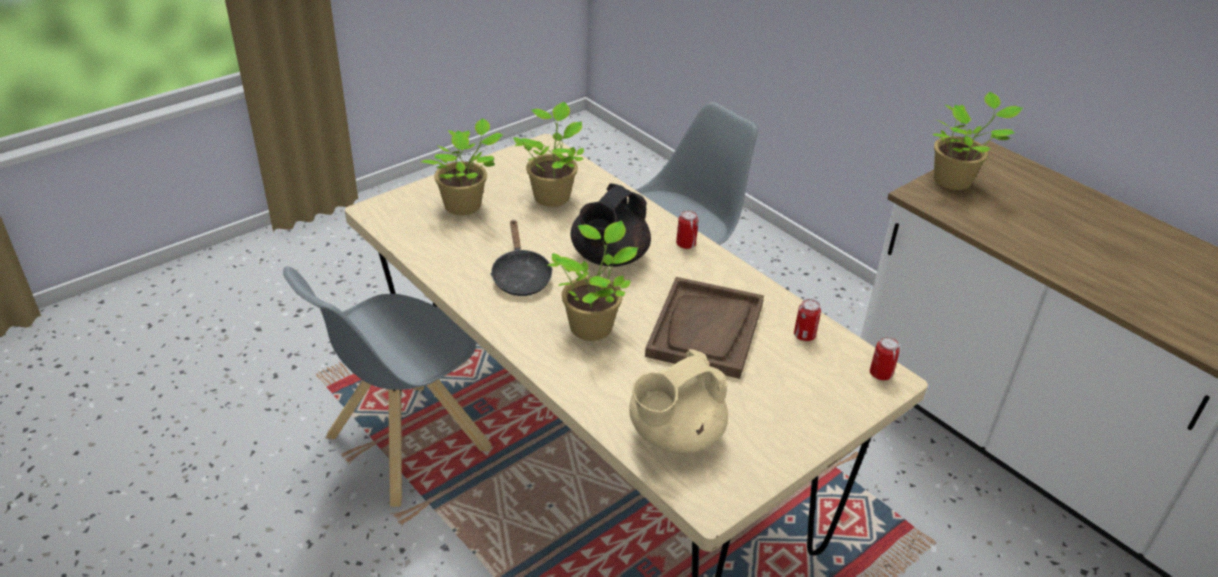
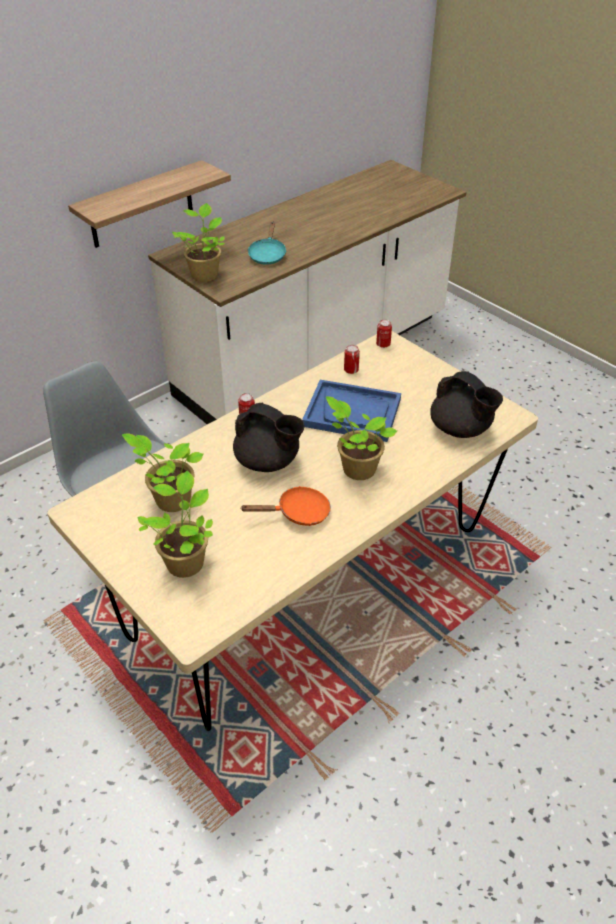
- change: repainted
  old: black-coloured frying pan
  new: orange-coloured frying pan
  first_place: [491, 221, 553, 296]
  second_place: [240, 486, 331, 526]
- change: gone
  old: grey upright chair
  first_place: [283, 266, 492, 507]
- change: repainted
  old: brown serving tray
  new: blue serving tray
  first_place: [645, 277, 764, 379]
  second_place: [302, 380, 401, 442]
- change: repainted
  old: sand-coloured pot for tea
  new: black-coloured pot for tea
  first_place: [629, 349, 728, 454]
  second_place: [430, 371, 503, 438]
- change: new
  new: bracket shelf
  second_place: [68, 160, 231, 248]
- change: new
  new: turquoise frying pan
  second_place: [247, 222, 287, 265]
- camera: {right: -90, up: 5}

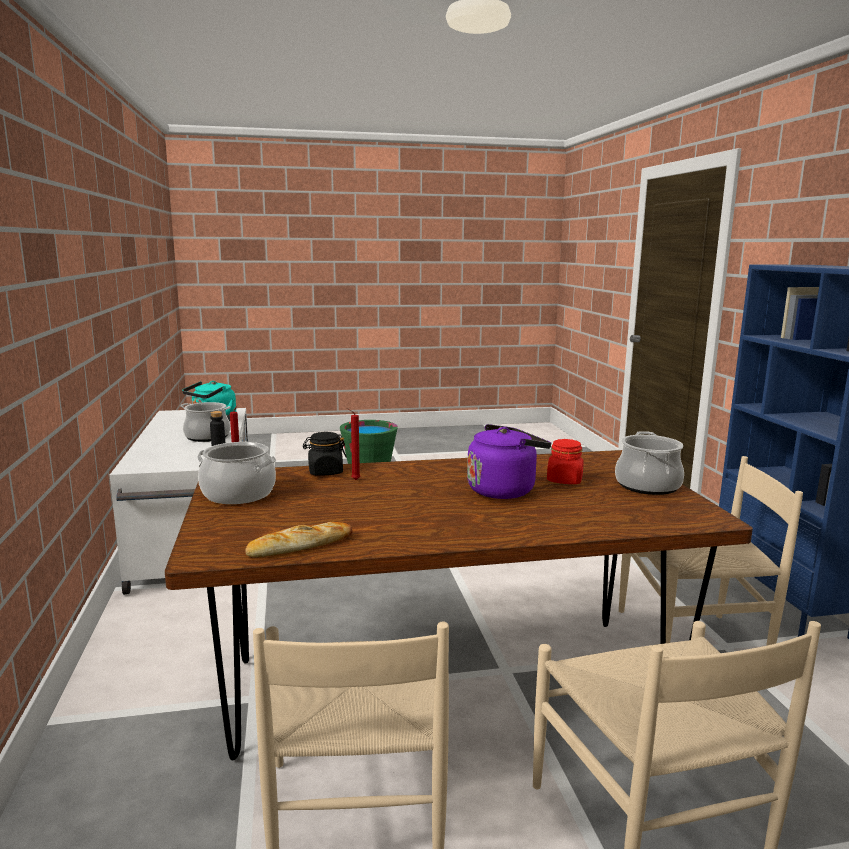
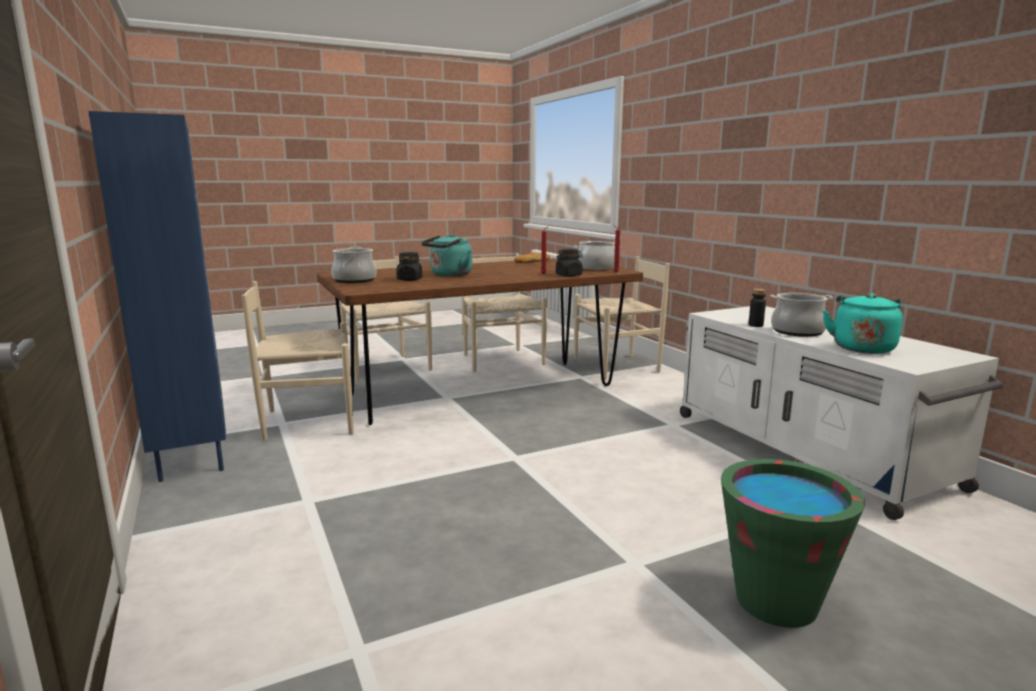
- change: repainted
  old: purple-coloured kettle
  new: turquoise kettle
  first_place: [467, 424, 551, 499]
  second_place: [421, 234, 472, 277]
- change: repainted
  old: red-coloured jar
  new: black-coloured jar
  first_place: [547, 439, 584, 484]
  second_place: [397, 252, 422, 281]
- change: new
  new: sand-coloured upright chair
  second_place: [574, 256, 669, 380]
- camera: {right: 165, up: 0}

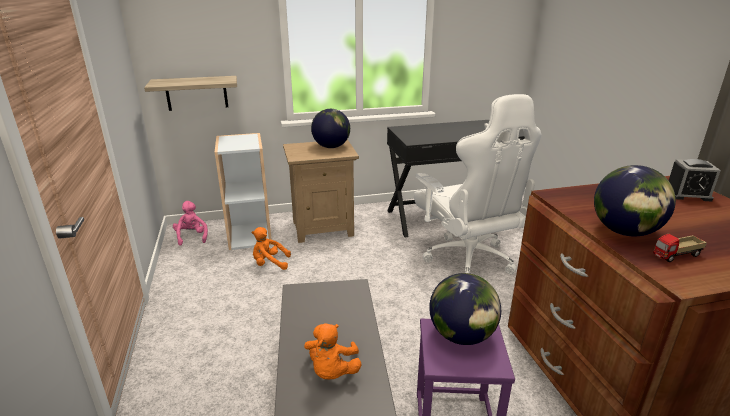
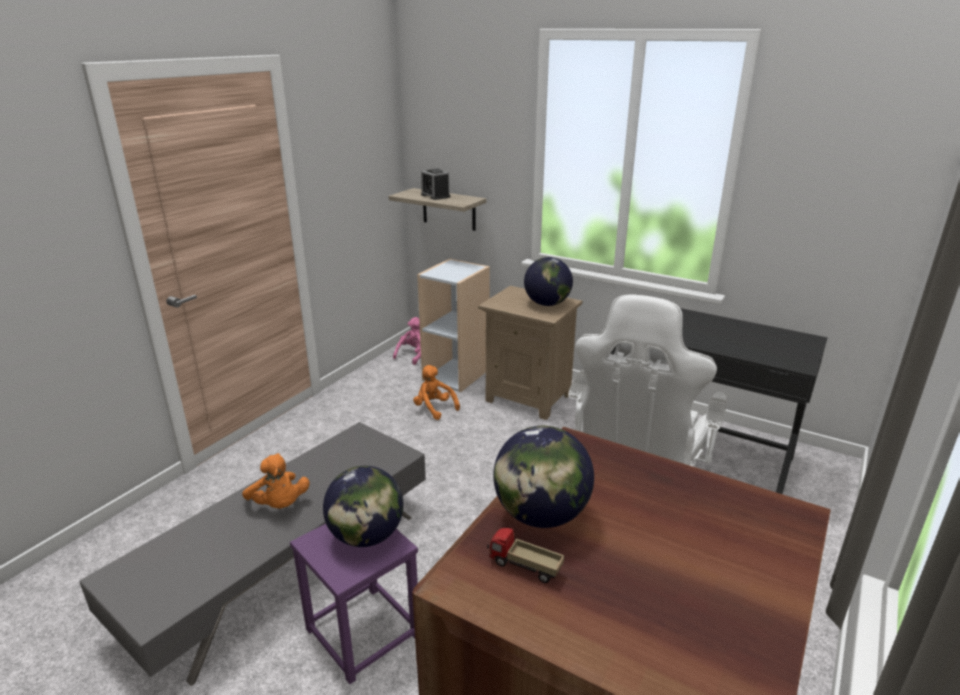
- change: shifted
  old: bedside clock
  first_place: [669, 159, 721, 202]
  second_place: [421, 168, 450, 200]
- change: rotated
  old: orange-coloured cuddly toy
  first_place: [304, 323, 362, 380]
  second_place: [242, 453, 310, 508]
  degrees: -90
- camera: {right: 45, up: 0}

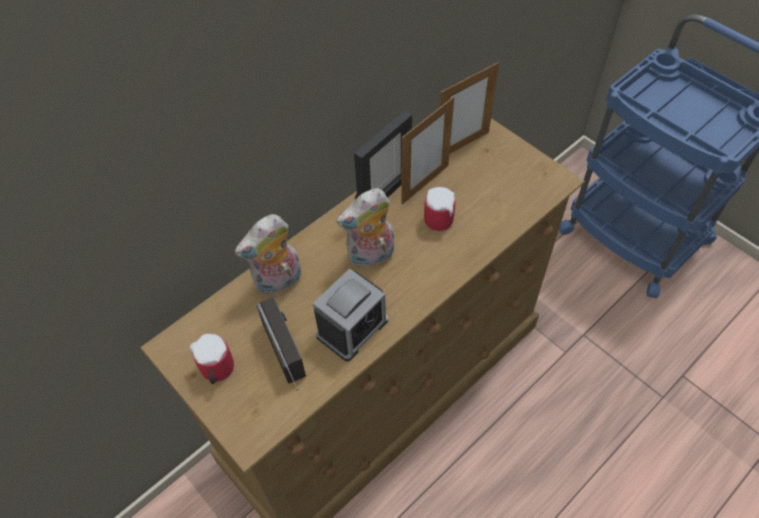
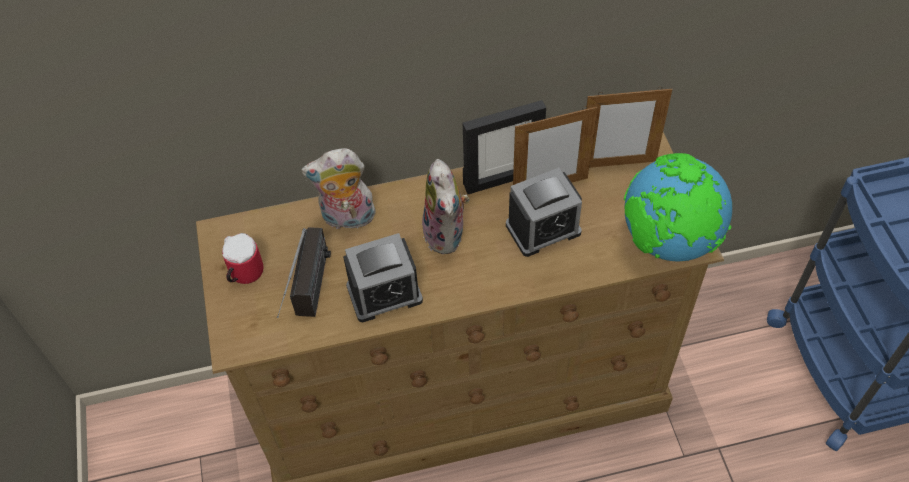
- change: swapped
  old: mug
  new: bedside clock
  first_place: [424, 187, 456, 231]
  second_place: [506, 168, 582, 257]
- change: rotated
  old: cuddly toy
  first_place: [336, 188, 394, 268]
  second_place: [422, 159, 469, 254]
  degrees: -105
- change: new
  new: world globe
  second_place: [624, 153, 732, 262]
- camera: {right: 30, up: 0}

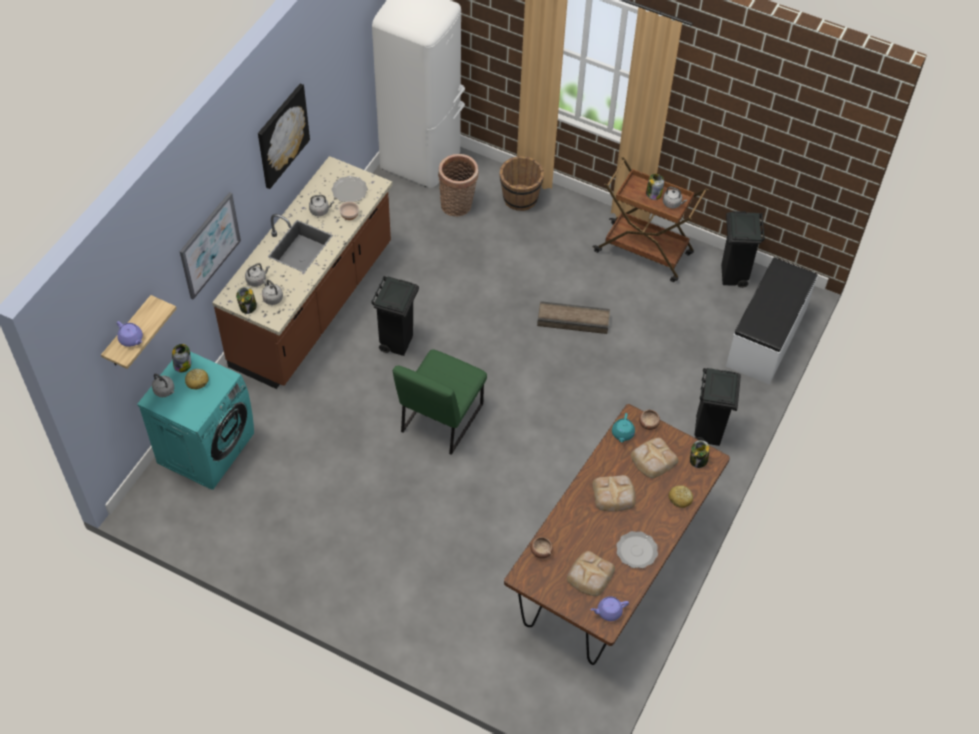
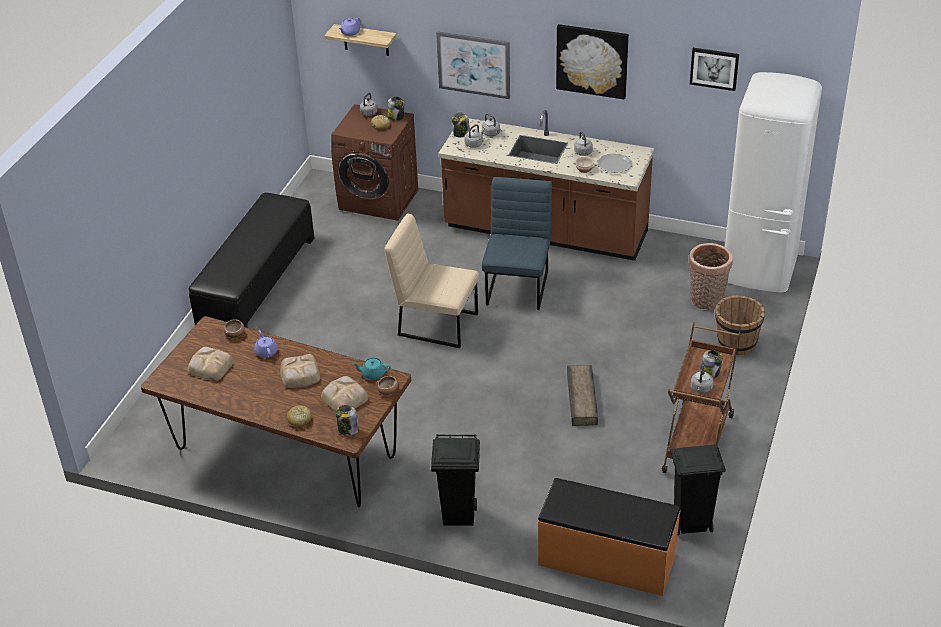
- change: repainted
  old: white-coloured bench
  new: orange-coloured bench
  first_place: [726, 257, 818, 385]
  second_place: [538, 478, 681, 596]
- change: swapped
  old: black-coloured waste bin
  new: blue upright chair
  first_place: [371, 276, 419, 356]
  second_place: [482, 177, 552, 310]
- change: repainted
  old: green upright chair
  new: sand-coloured upright chair
  first_place: [393, 349, 487, 455]
  second_place: [384, 213, 479, 348]
- change: repainted
  old: turquoise laundry machine
  new: brown laundry machine
  first_place: [137, 351, 254, 490]
  second_place: [331, 104, 418, 221]
- change: gone
  old: flat dish
  first_place: [616, 531, 658, 568]
- change: shifted
  old: purple-coloured pot for tea
  first_place: [590, 596, 629, 621]
  second_place: [254, 330, 278, 358]
- change: new
  new: wall art
  second_place: [690, 48, 739, 91]
- change: new
  new: black-coloured bench
  second_place: [189, 193, 314, 328]
- camera: {right: 85, up: -15}

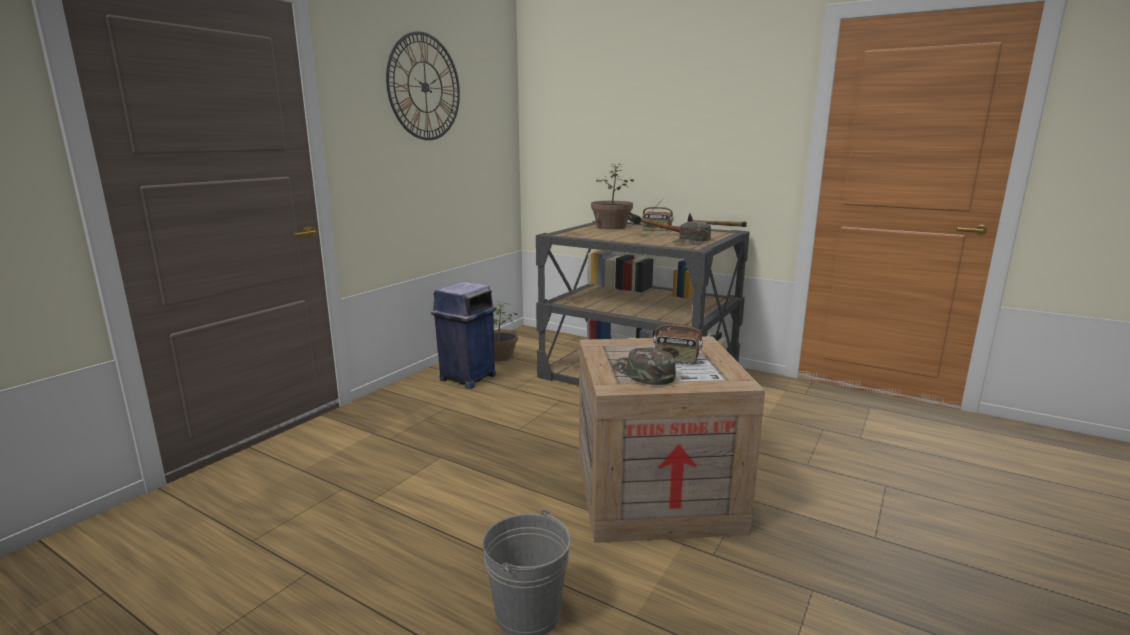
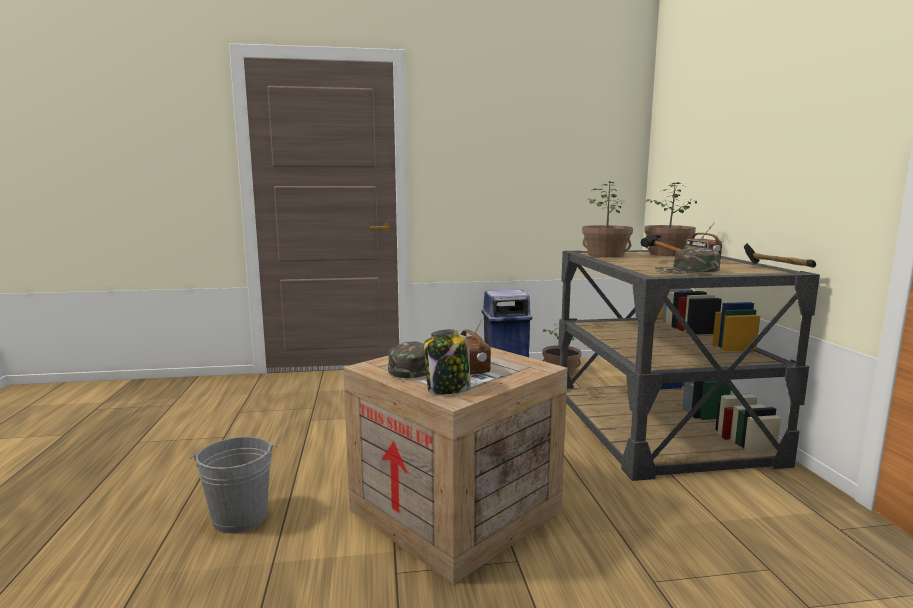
- change: gone
  old: clock on the wall
  first_place: [386, 31, 460, 140]
- change: new
  new: potted plant
  second_place: [582, 181, 633, 257]
- change: new
  new: jar
  second_place: [424, 329, 471, 395]
- camera: {right: 50, up: -5}

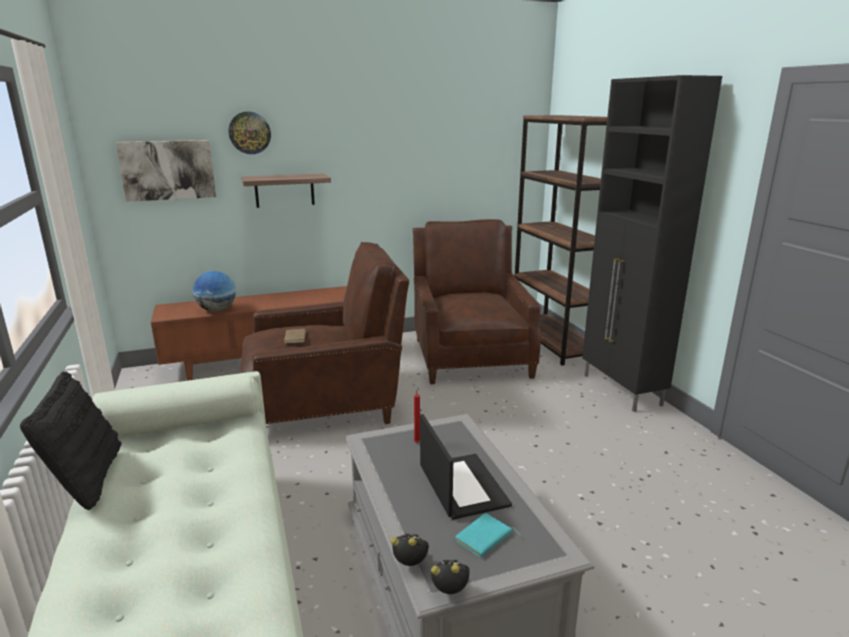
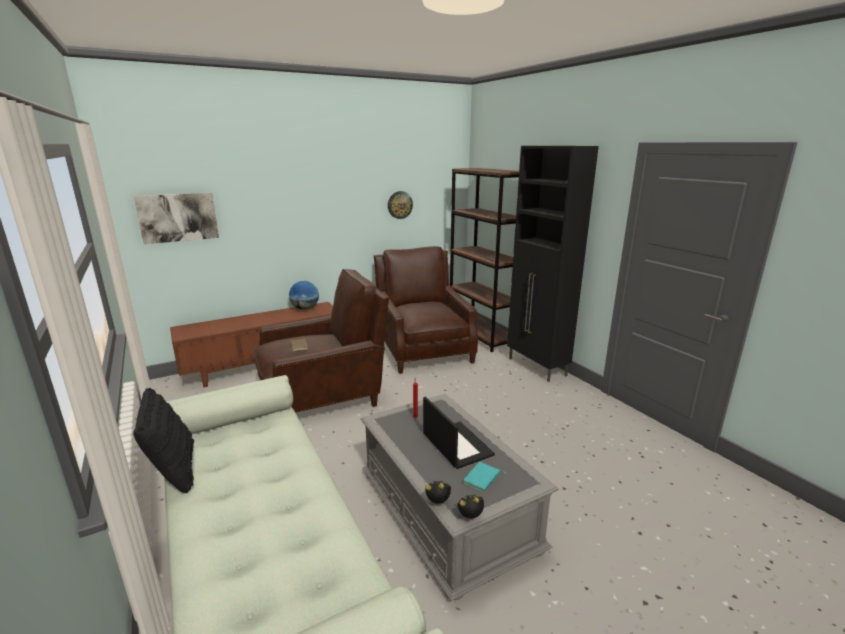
- change: shifted
  old: clock on the wall
  first_place: [229, 112, 271, 154]
  second_place: [388, 191, 413, 219]
- change: gone
  old: bracket shelf
  first_place: [241, 173, 331, 208]
- change: shifted
  old: world globe
  first_place: [193, 271, 236, 311]
  second_place: [289, 281, 319, 310]
- camera: {right: -10, up: 0}

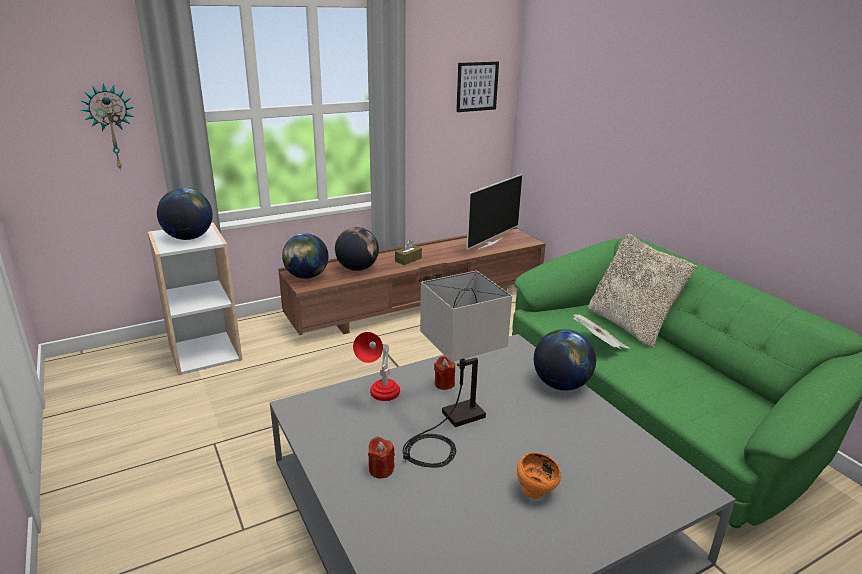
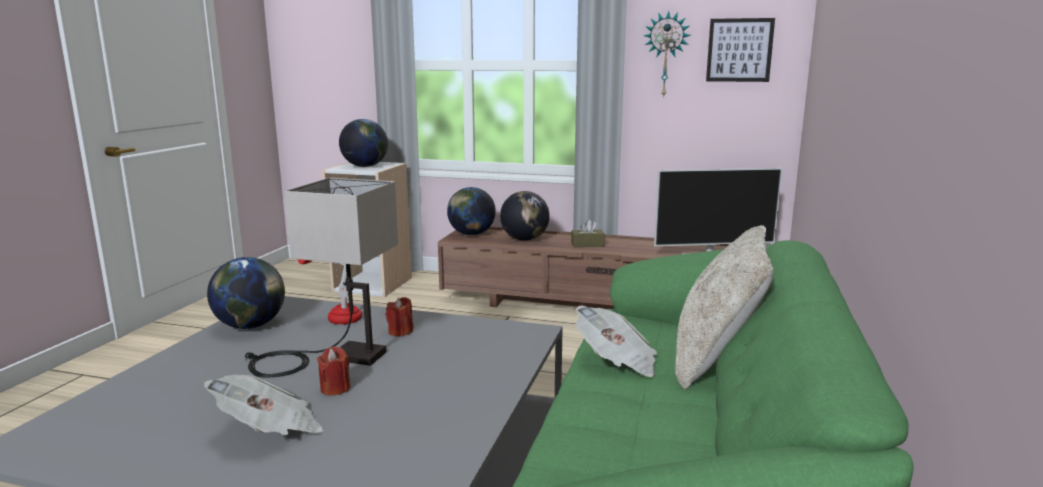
- change: shifted
  old: clock on the wall
  first_place: [80, 84, 134, 171]
  second_place: [644, 11, 691, 98]
- change: shifted
  old: world globe
  first_place: [534, 329, 596, 391]
  second_place: [207, 257, 285, 329]
- change: shifted
  old: red-coloured wax light
  first_place: [368, 437, 395, 478]
  second_place: [317, 346, 351, 396]
- change: swapped
  old: orange-coloured serving bowl
  new: printed paper
  first_place: [517, 452, 561, 499]
  second_place: [204, 375, 323, 435]
- camera: {right: 45, up: -10}

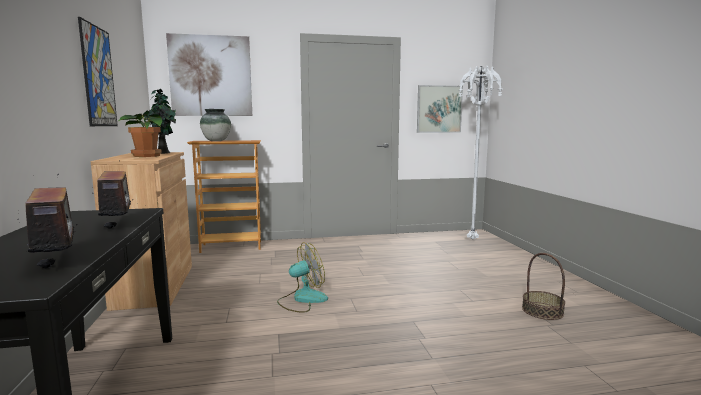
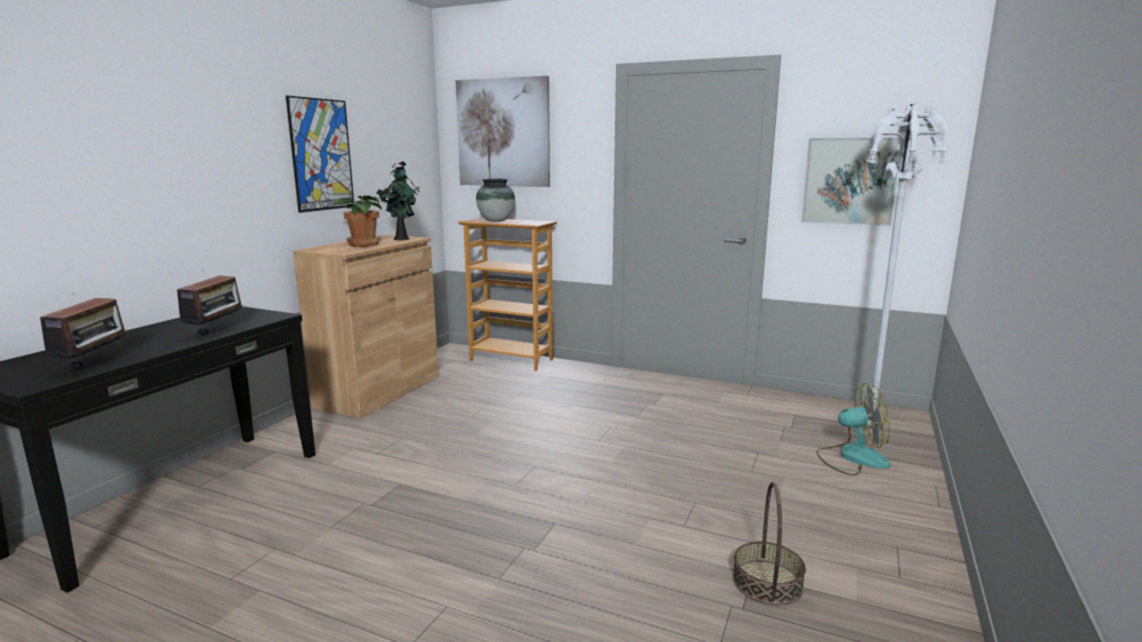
- change: shifted
  old: electric fan
  first_place: [277, 242, 328, 313]
  second_place: [816, 383, 890, 476]
- camera: {right: 35, up: 5}

